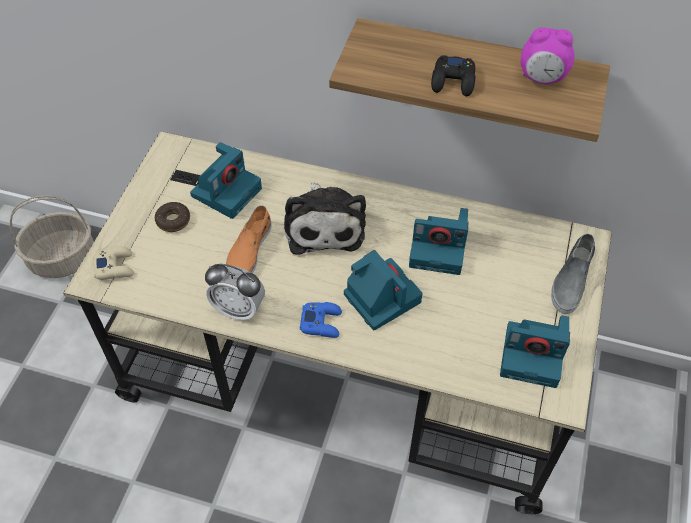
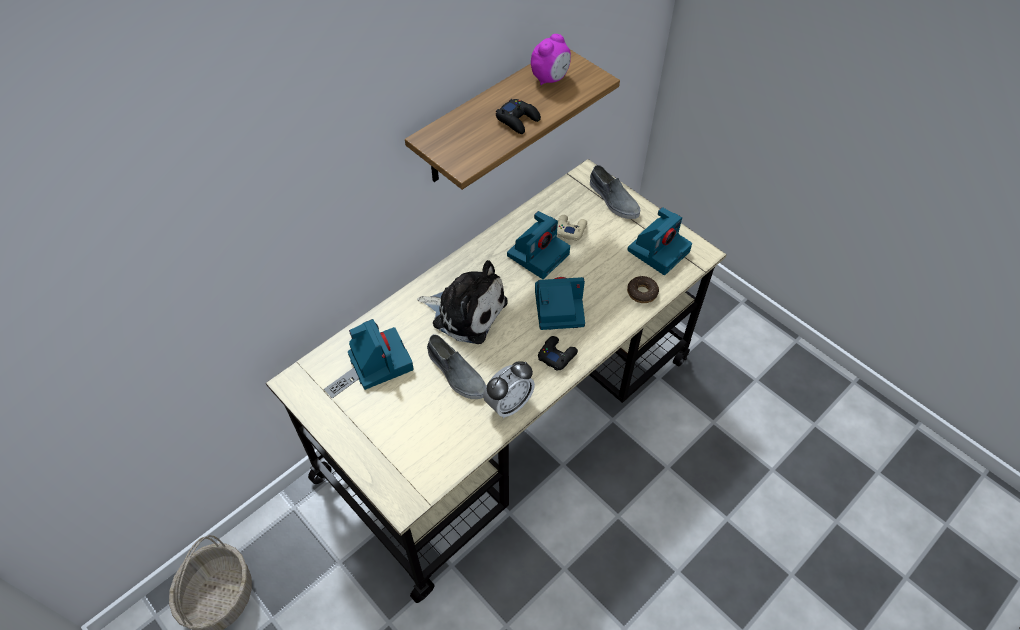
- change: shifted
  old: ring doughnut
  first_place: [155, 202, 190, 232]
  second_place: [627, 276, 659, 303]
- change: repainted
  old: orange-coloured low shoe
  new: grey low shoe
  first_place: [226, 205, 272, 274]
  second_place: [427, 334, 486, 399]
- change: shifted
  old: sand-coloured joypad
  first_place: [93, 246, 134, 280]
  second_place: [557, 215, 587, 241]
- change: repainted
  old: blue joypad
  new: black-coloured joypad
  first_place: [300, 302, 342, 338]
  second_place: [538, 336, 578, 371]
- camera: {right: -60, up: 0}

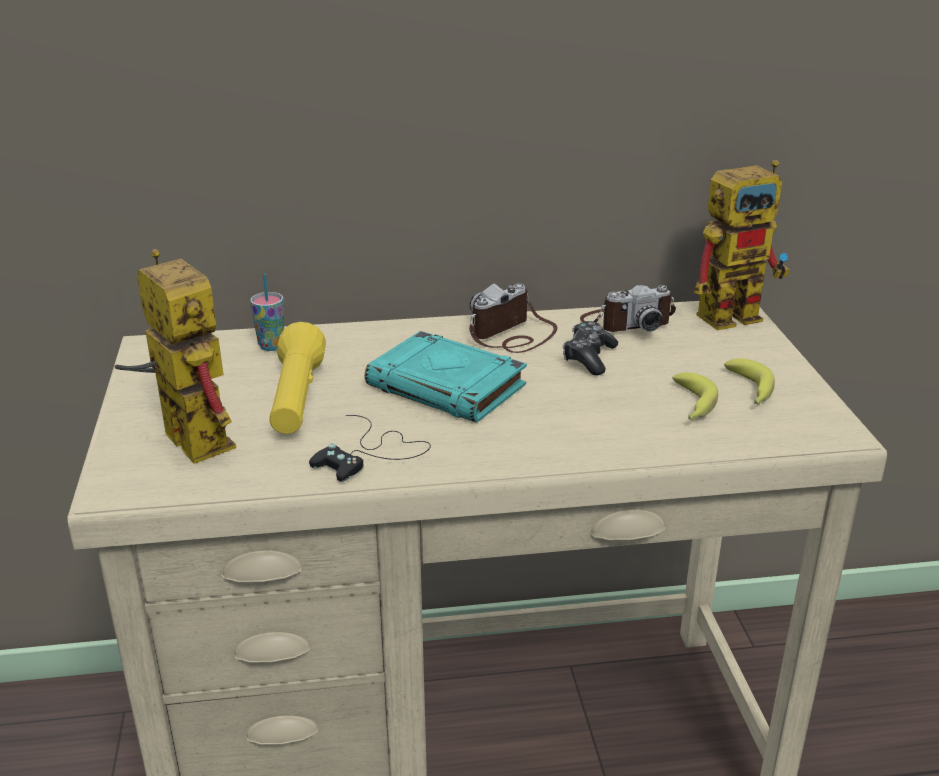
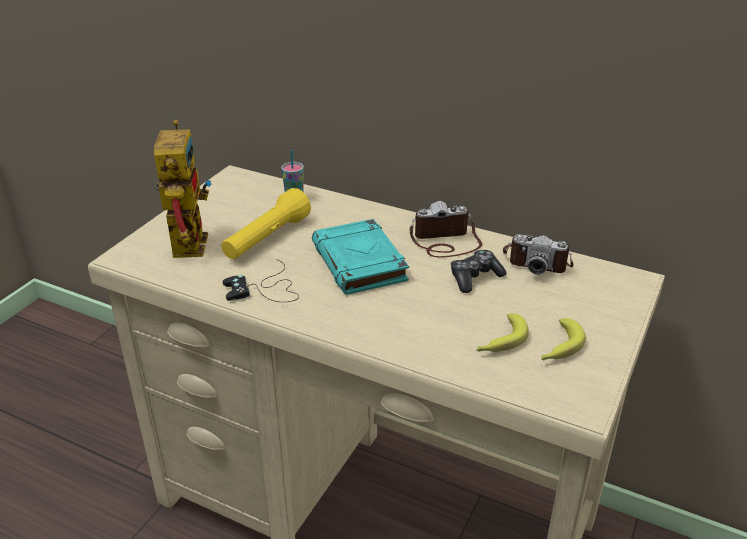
- change: gone
  old: toy robot
  first_place: [694, 160, 790, 330]
- camera: {right: 35, up: 5}

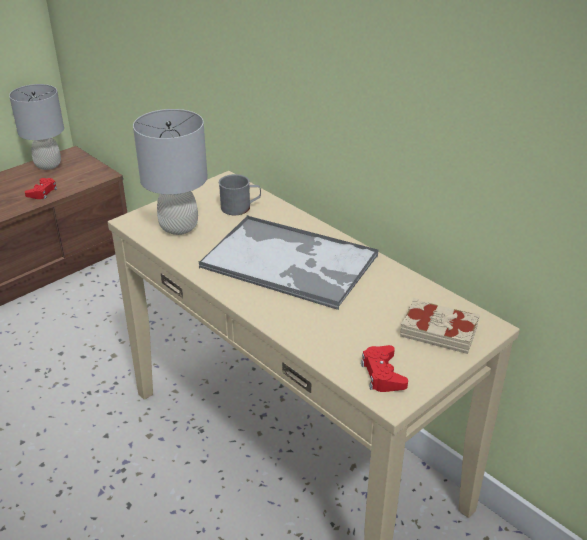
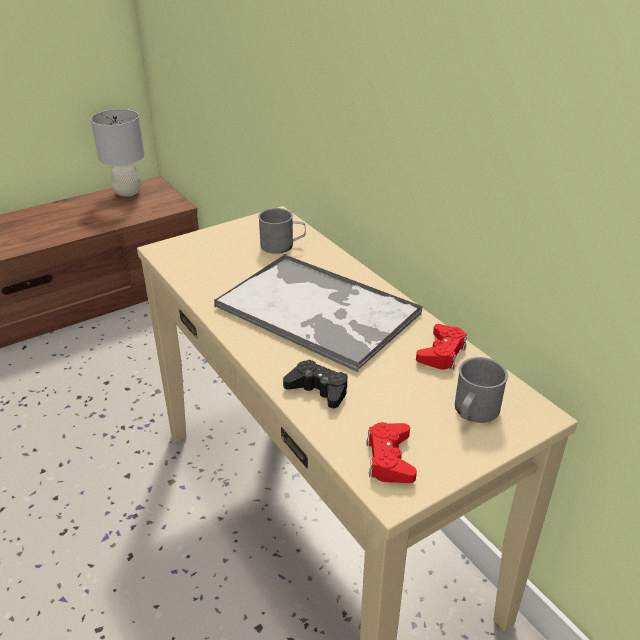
- change: gone
  old: grey lamp for a table
  first_place: [133, 109, 208, 235]
- change: shifted
  old: red-coloured joypad
  first_place: [25, 178, 57, 199]
  second_place: [416, 324, 467, 370]
- change: swapped
  old: sand-coloured book
  new: grey mug
  first_place: [400, 298, 480, 354]
  second_place: [455, 357, 508, 423]
- change: new
  new: black-coloured joypad
  second_place: [283, 360, 347, 408]
- camera: {right: 10, up: 0}

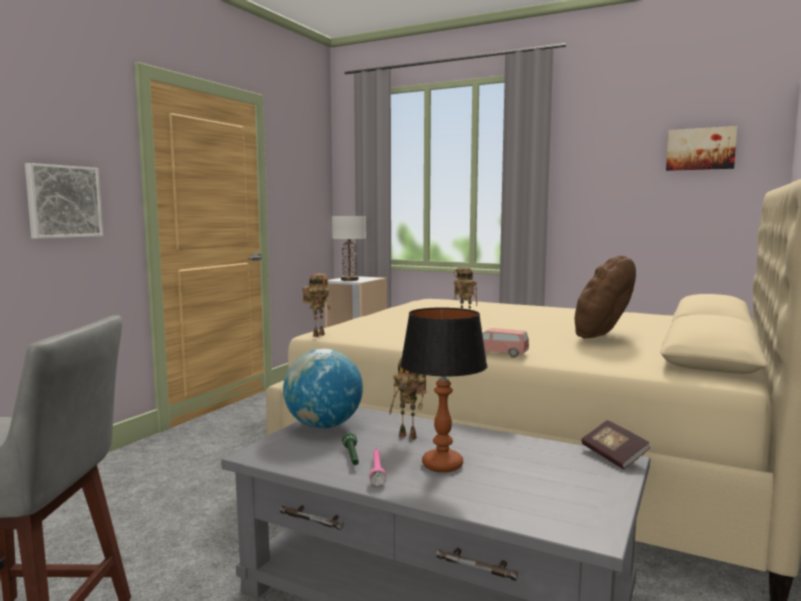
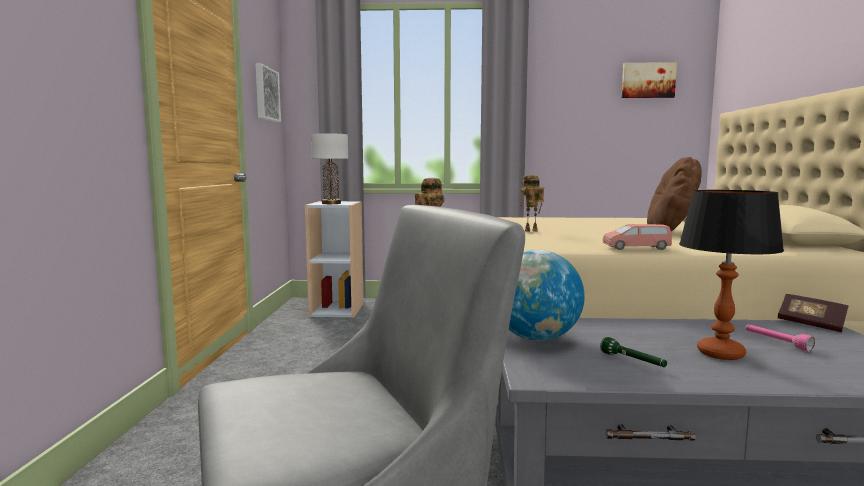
- change: shifted
  old: wall art
  first_place: [25, 163, 103, 239]
  second_place: [256, 64, 281, 122]
- change: gone
  old: toy robot
  first_place: [389, 358, 427, 440]
- change: shifted
  old: pink-coloured torch
  first_place: [369, 449, 386, 486]
  second_place: [746, 324, 815, 352]
- camera: {right: -25, up: 0}

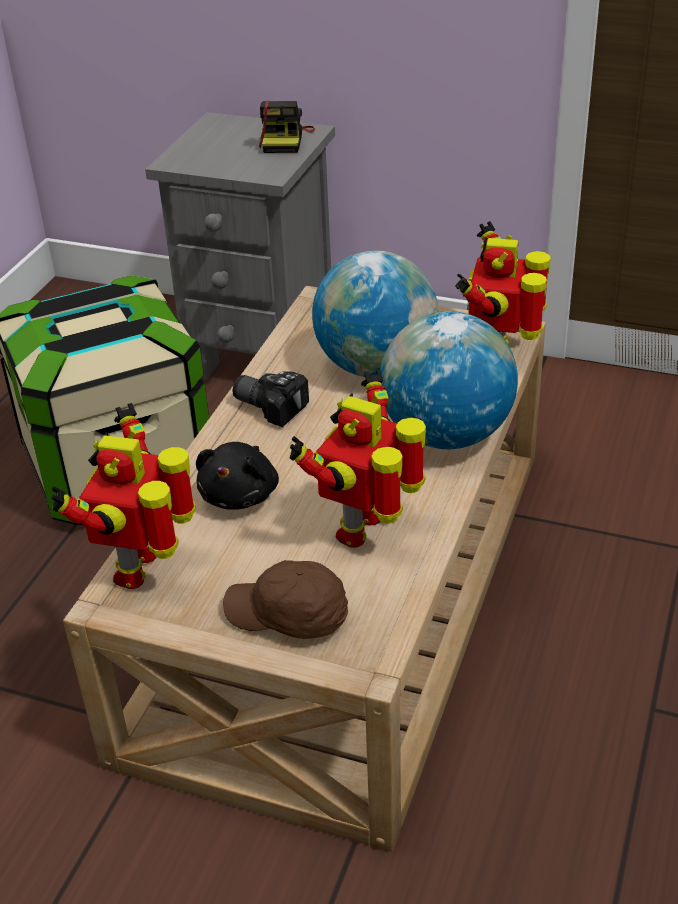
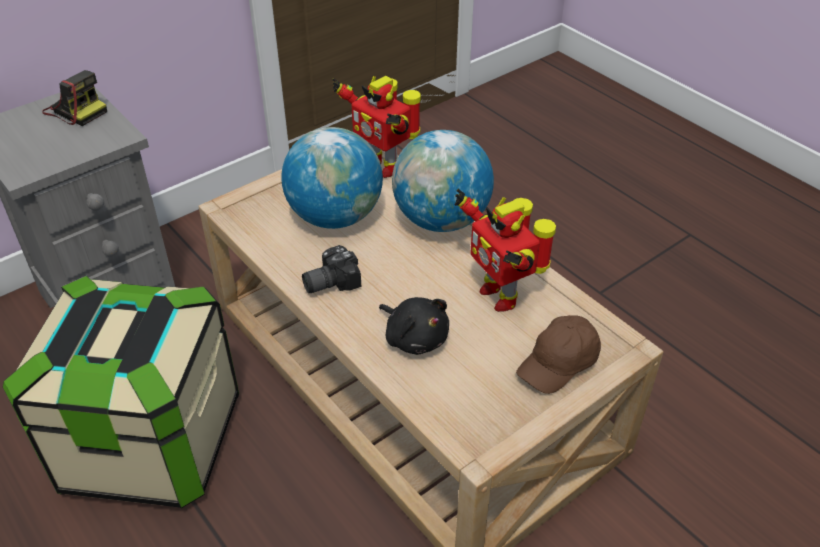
- change: gone
  old: toy robot
  first_place: [51, 403, 196, 589]
- camera: {right: -60, up: 5}

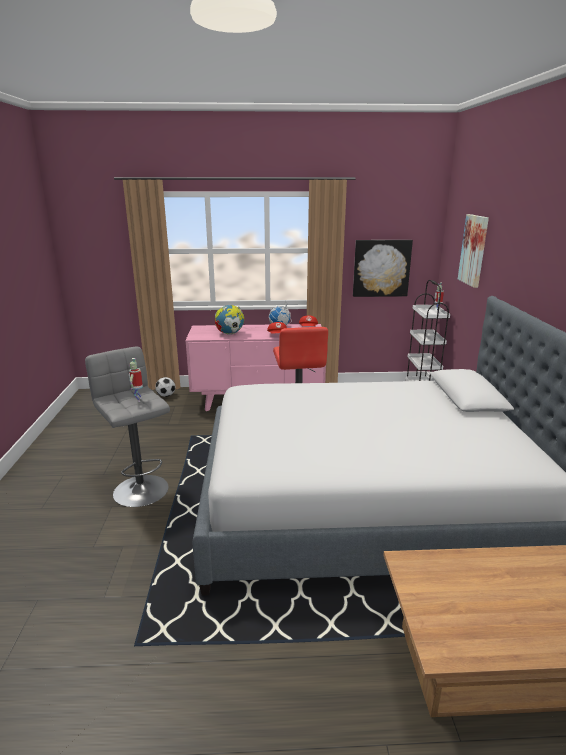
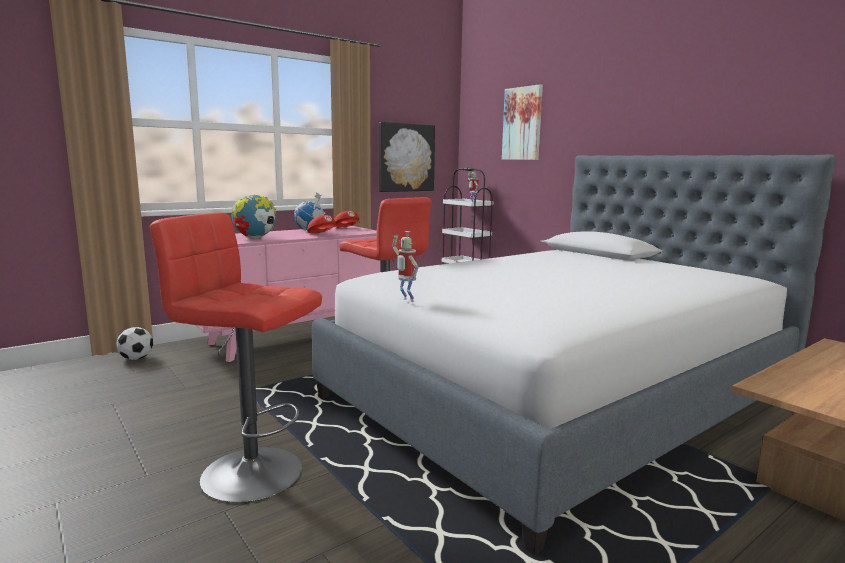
- change: repainted
  old: grey stool seat
  new: red-coloured stool seat
  first_place: [85, 347, 170, 507]
  second_place: [150, 212, 322, 502]
- change: shifted
  old: toy robot
  first_place: [129, 358, 143, 402]
  second_place: [392, 231, 418, 302]
- camera: {right: -35, up: -10}

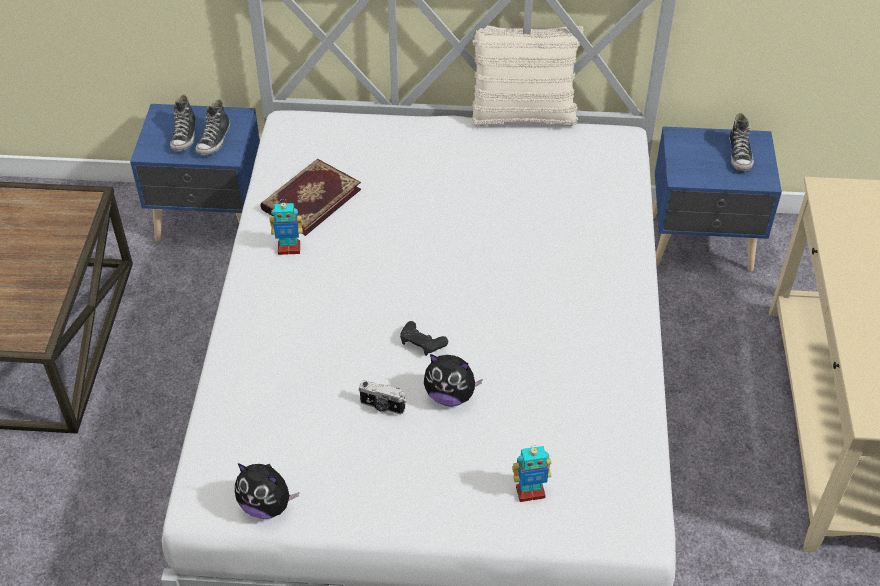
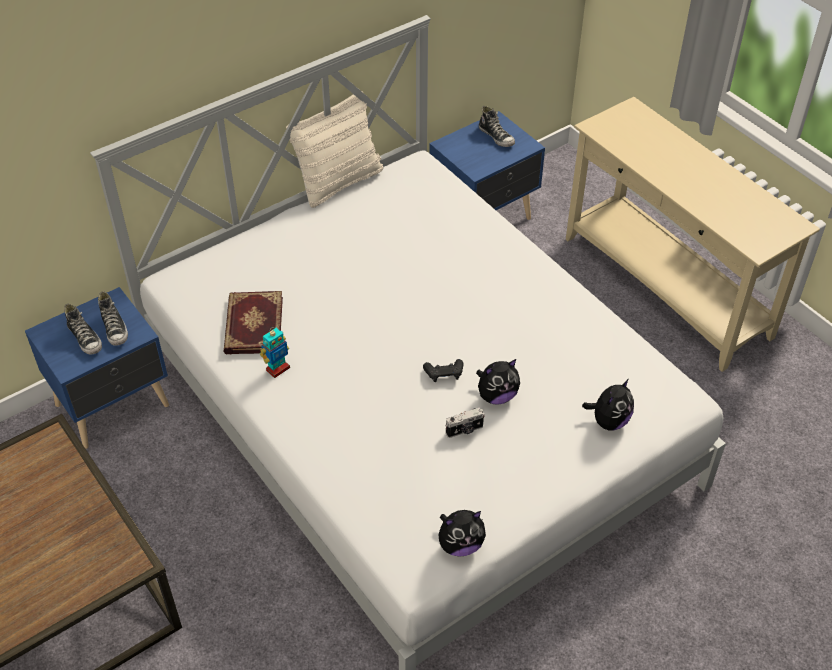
- change: swapped
  old: toy robot
  new: cuddly toy
  first_place: [512, 445, 551, 502]
  second_place: [582, 379, 634, 431]
- camera: {right: -40, up: 0}

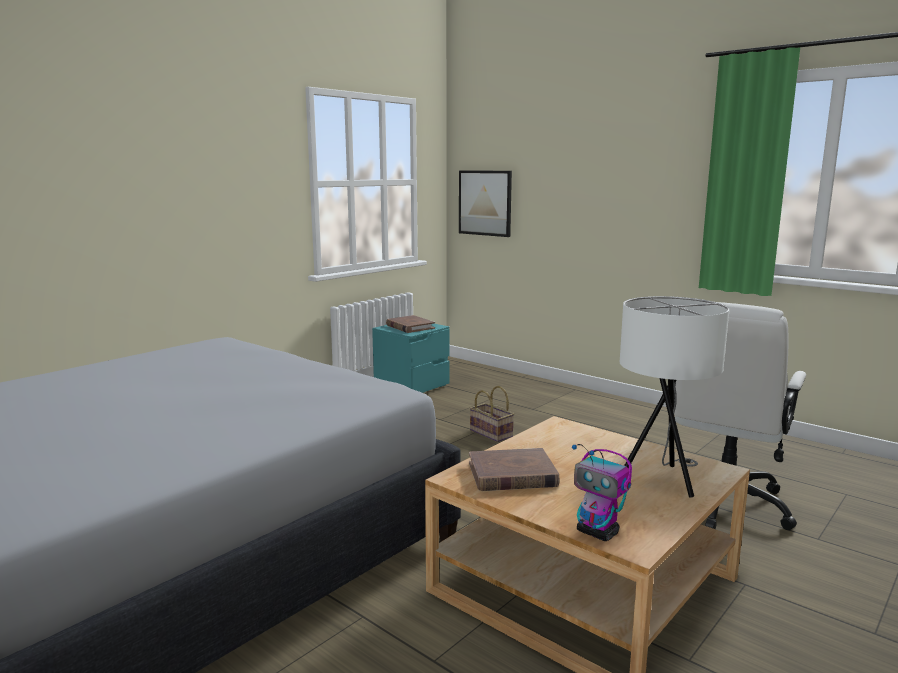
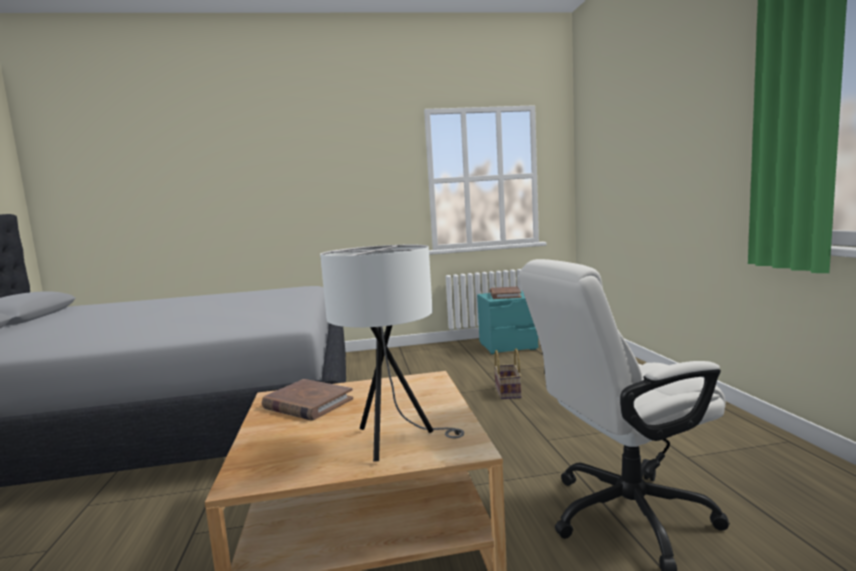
- change: gone
  old: wall art
  first_place: [459, 171, 512, 237]
- change: gone
  old: toy robot
  first_place: [572, 444, 632, 541]
- camera: {right: 40, up: -5}

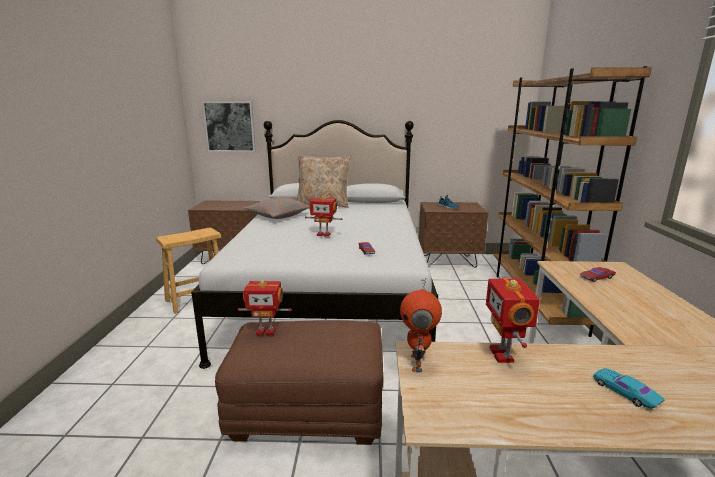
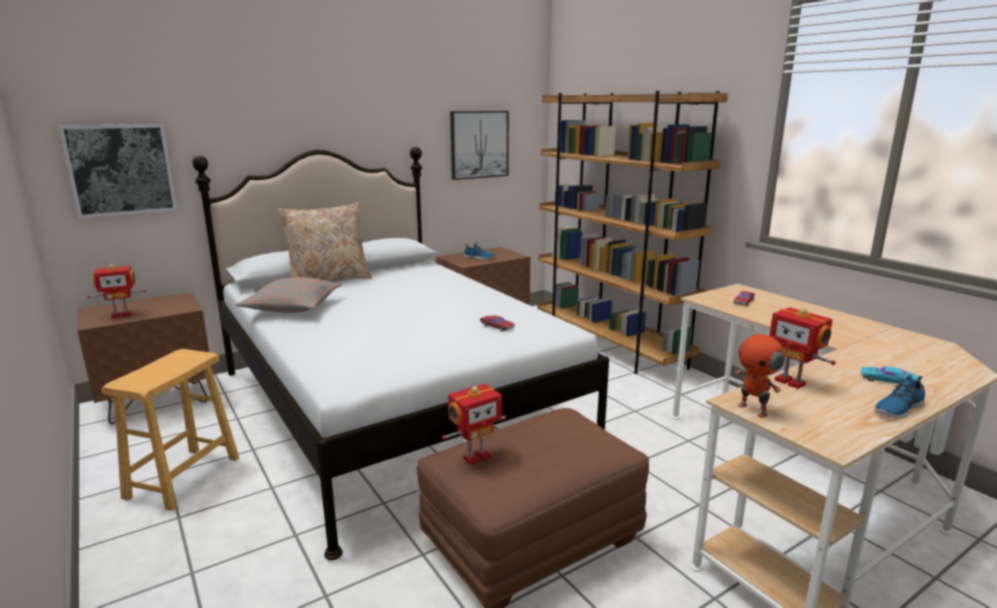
- change: shifted
  old: toy robot
  first_place: [305, 196, 342, 237]
  second_place: [88, 264, 146, 318]
- change: new
  new: wall art
  second_place: [450, 111, 509, 180]
- change: new
  new: low shoe
  second_place: [874, 374, 925, 419]
- camera: {right: -35, up: 0}

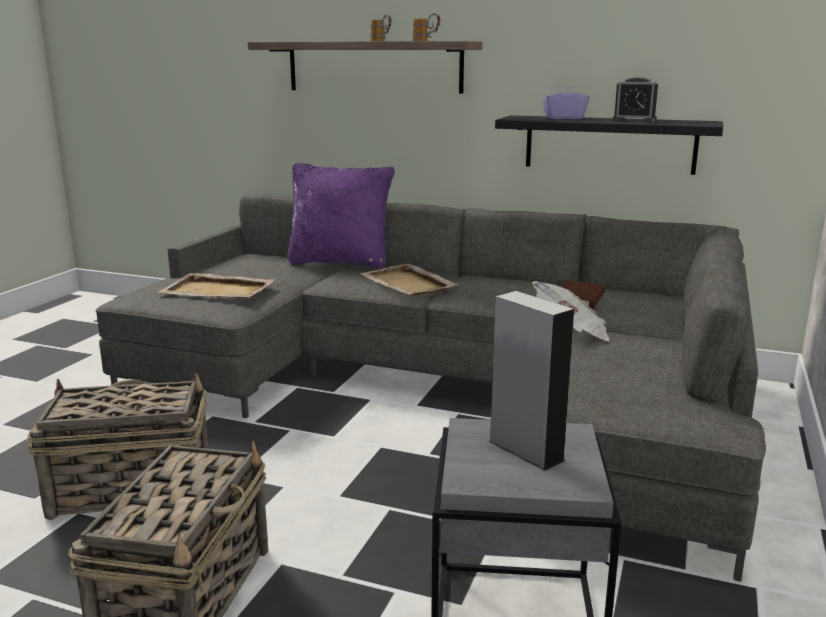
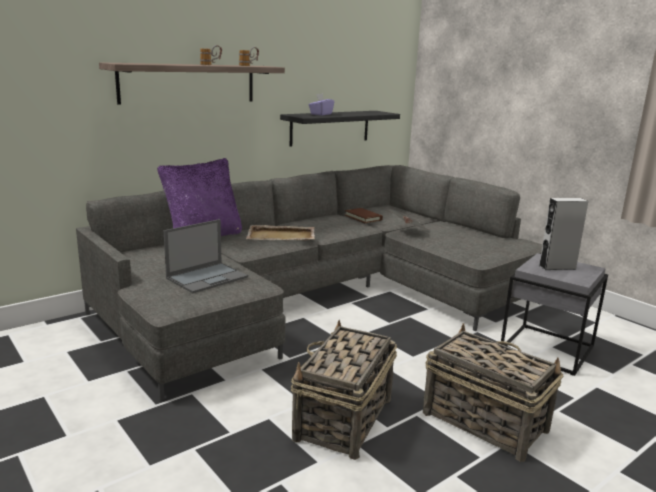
- change: gone
  old: bedside clock
  first_place: [612, 77, 658, 122]
- change: swapped
  old: sand-coloured serving tray
  new: laptop
  first_place: [158, 273, 275, 298]
  second_place: [164, 219, 248, 293]
- camera: {right: -60, up: 0}

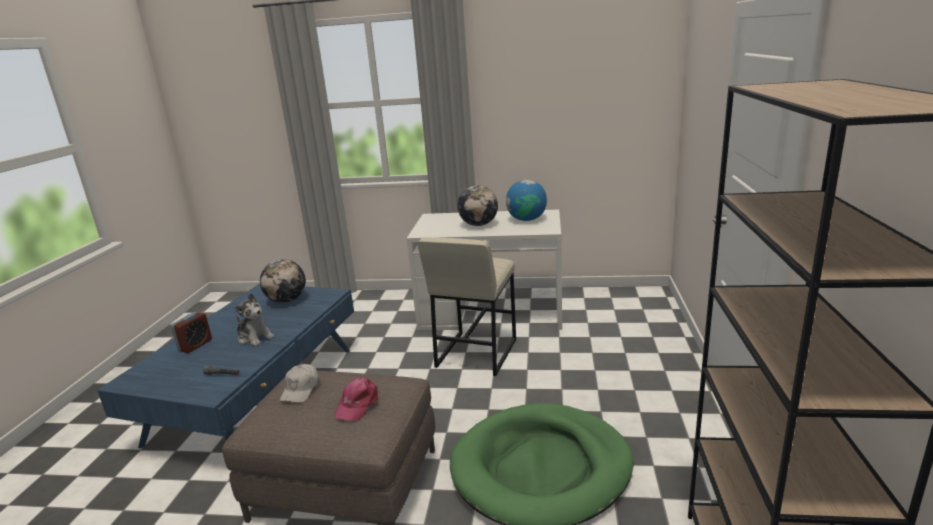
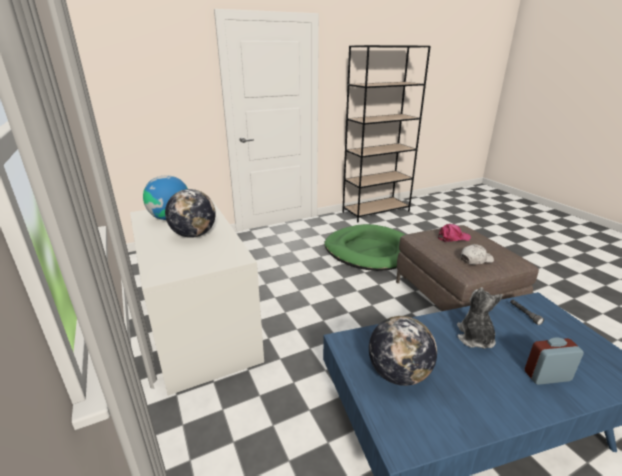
- change: gone
  old: sand-coloured upright chair
  first_place: [418, 237, 516, 376]
- camera: {right: -125, up: 5}

